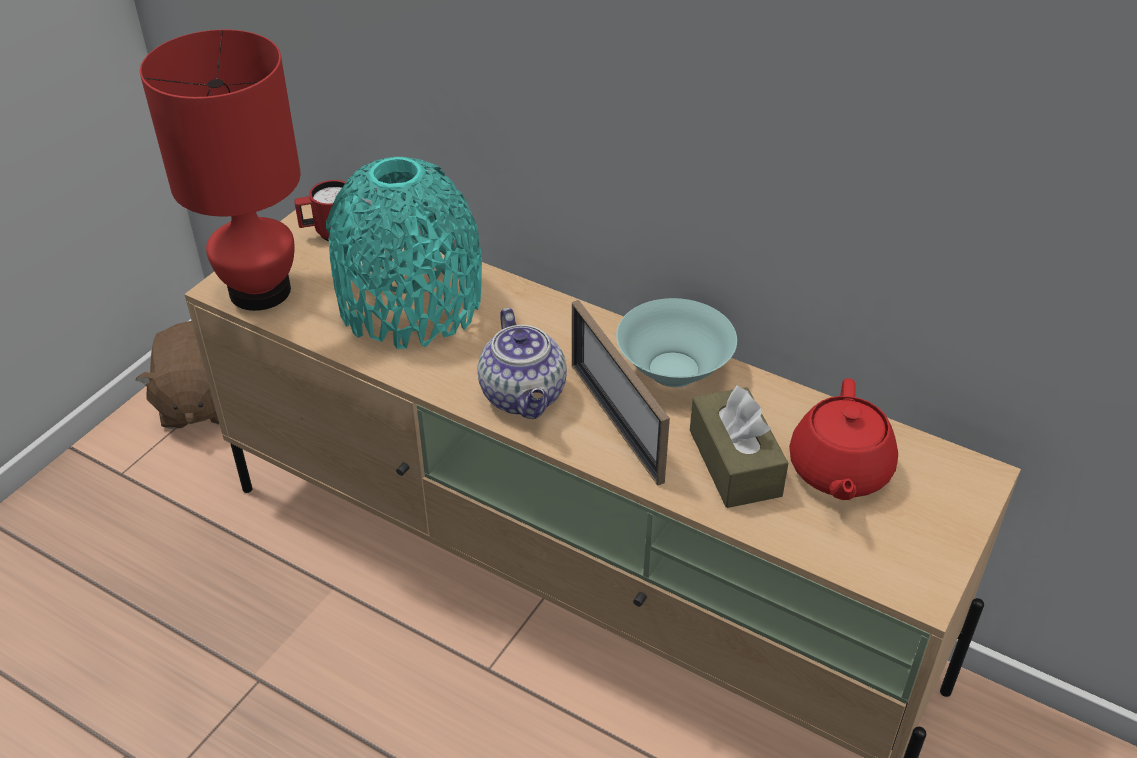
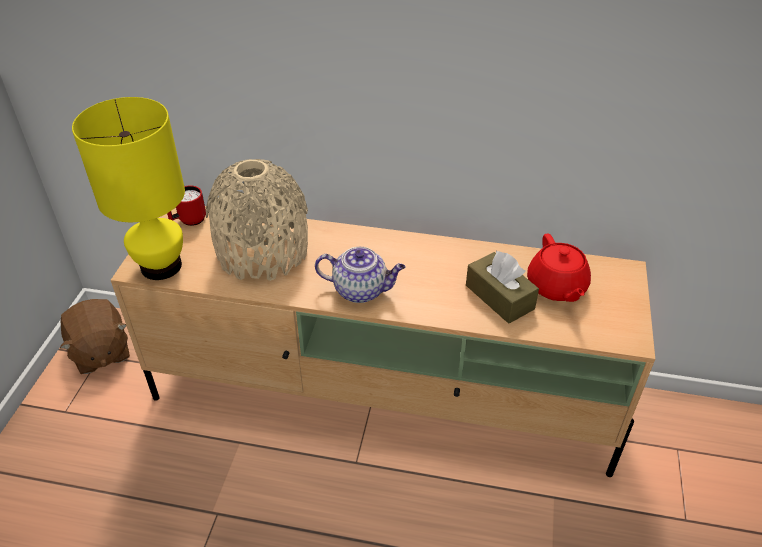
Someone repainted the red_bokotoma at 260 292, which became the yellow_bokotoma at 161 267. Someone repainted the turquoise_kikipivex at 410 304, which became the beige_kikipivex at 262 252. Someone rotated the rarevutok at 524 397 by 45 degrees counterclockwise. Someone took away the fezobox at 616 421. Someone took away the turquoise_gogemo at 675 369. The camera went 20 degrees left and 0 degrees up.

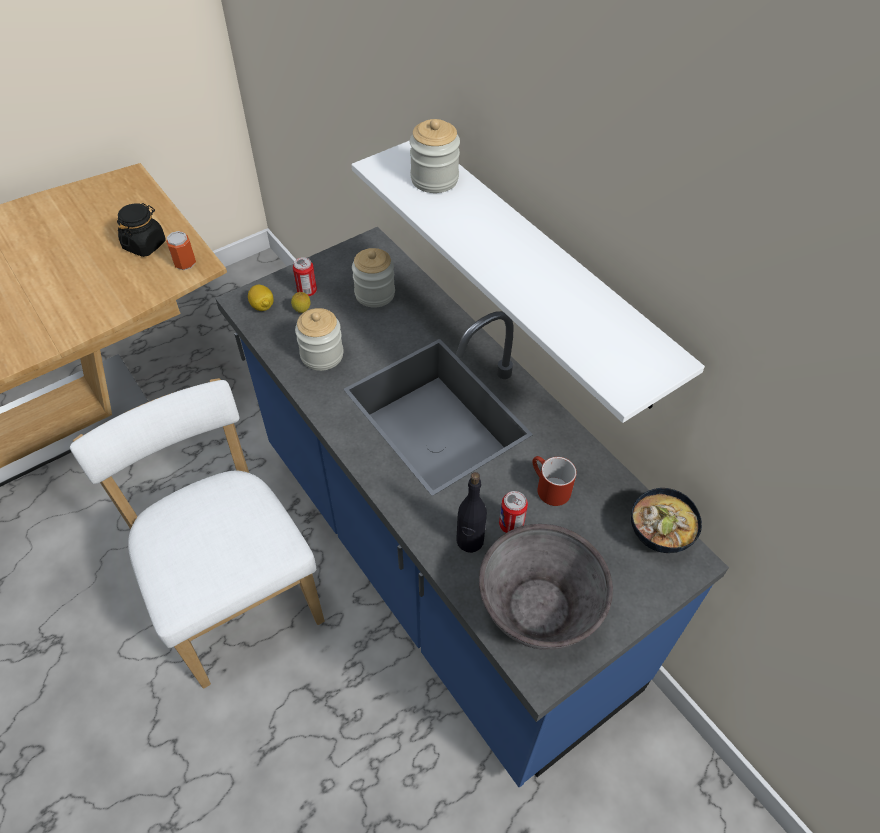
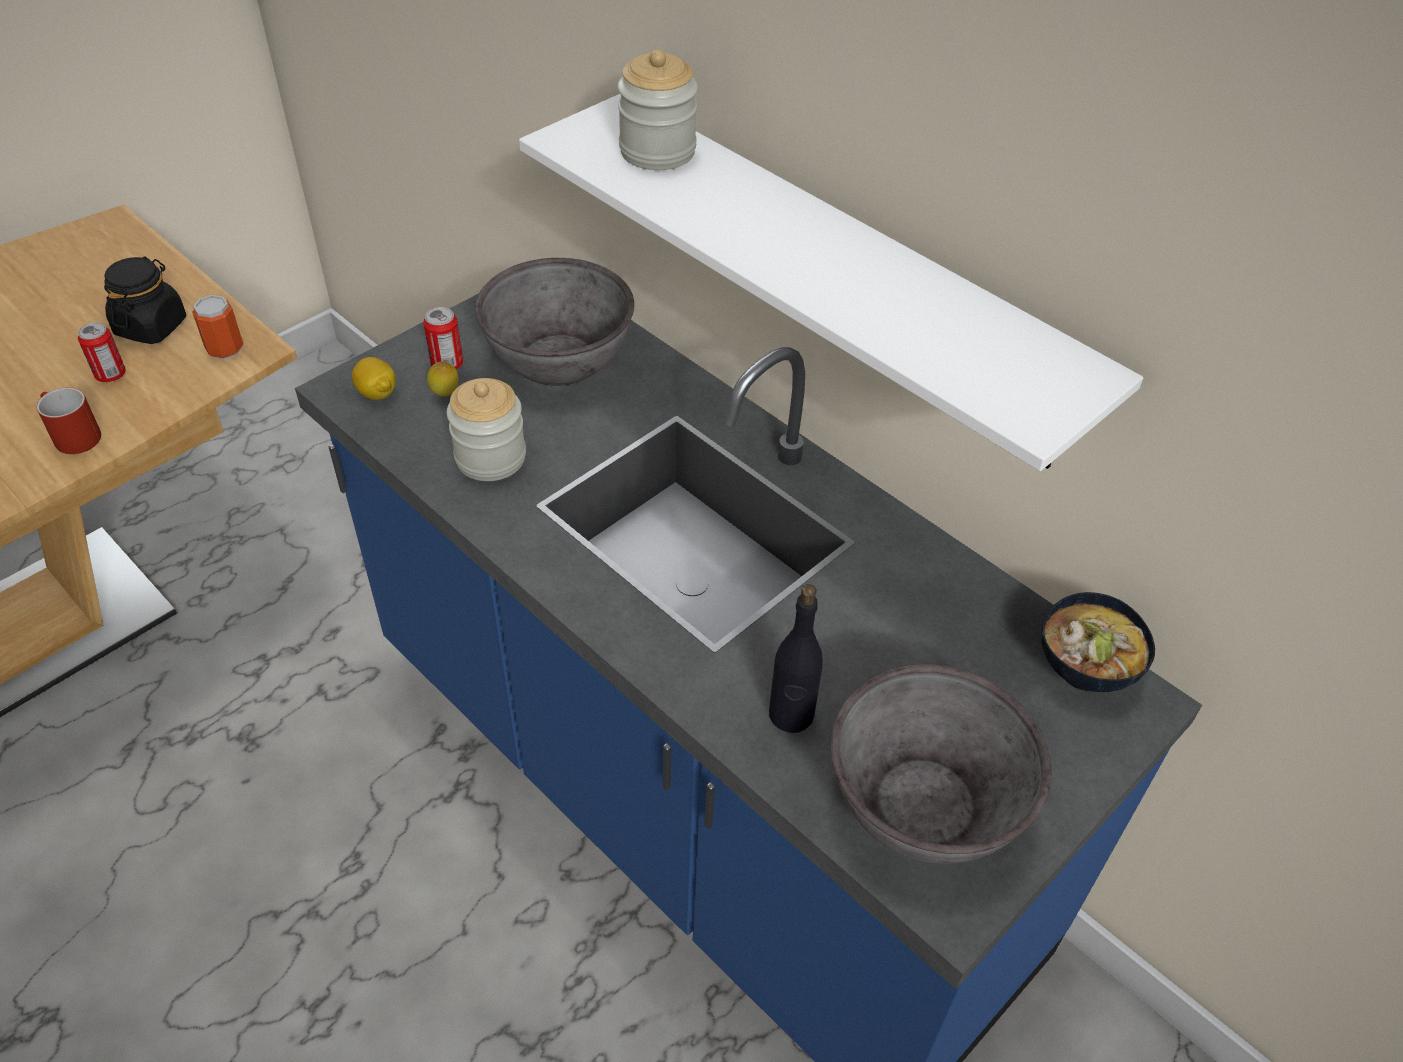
Someone carried the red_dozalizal from 548 488 to 71 436. Someone carried the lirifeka from 511 525 to 111 375. Someone swapped the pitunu at 375 294 for the grey_gogemo at 559 359. Someone took away the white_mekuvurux at 236 593. The camera went 10 degrees left and 5 degrees down.

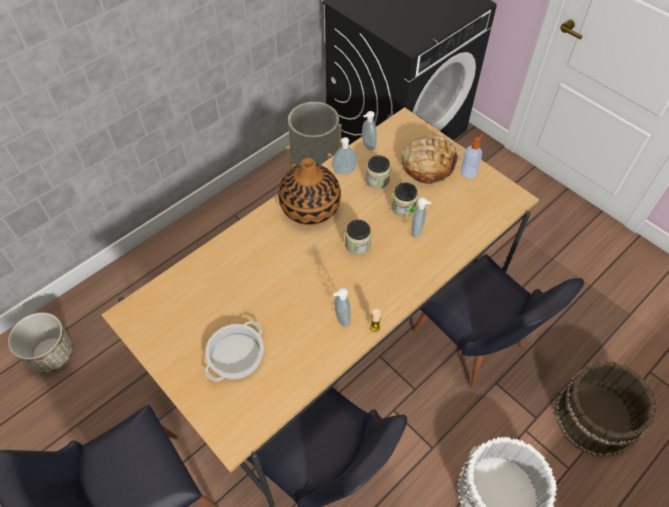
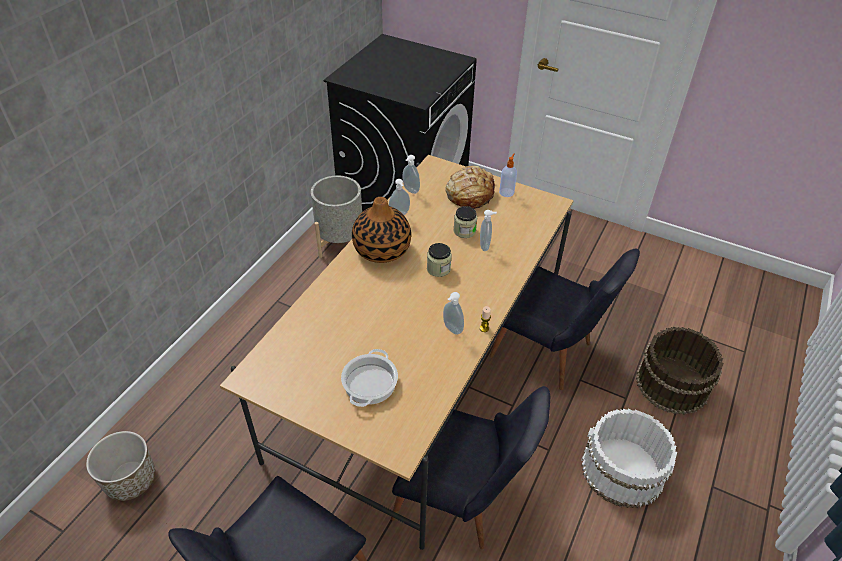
Someone took away the pitunu at 377 180. The camera went 20 degrees left and 10 degrees down.

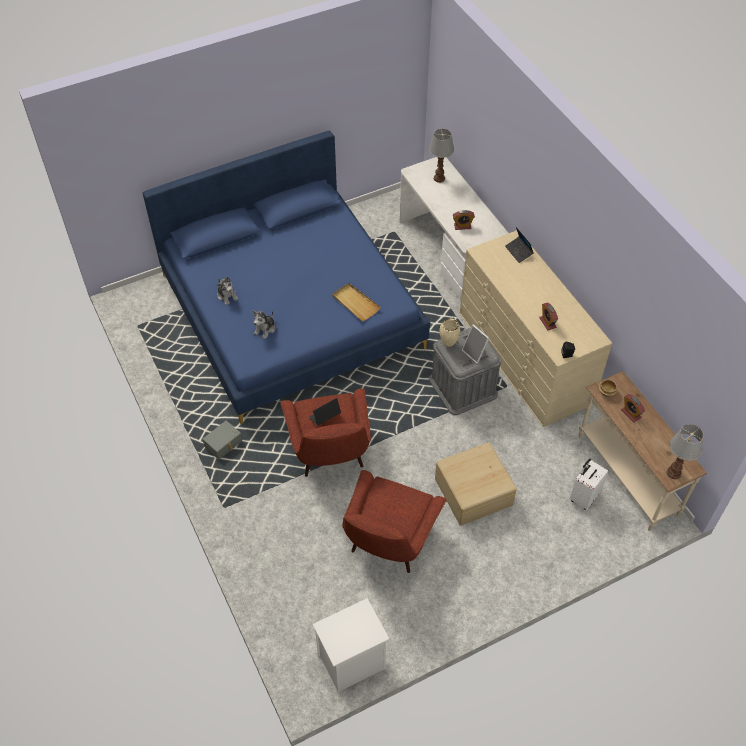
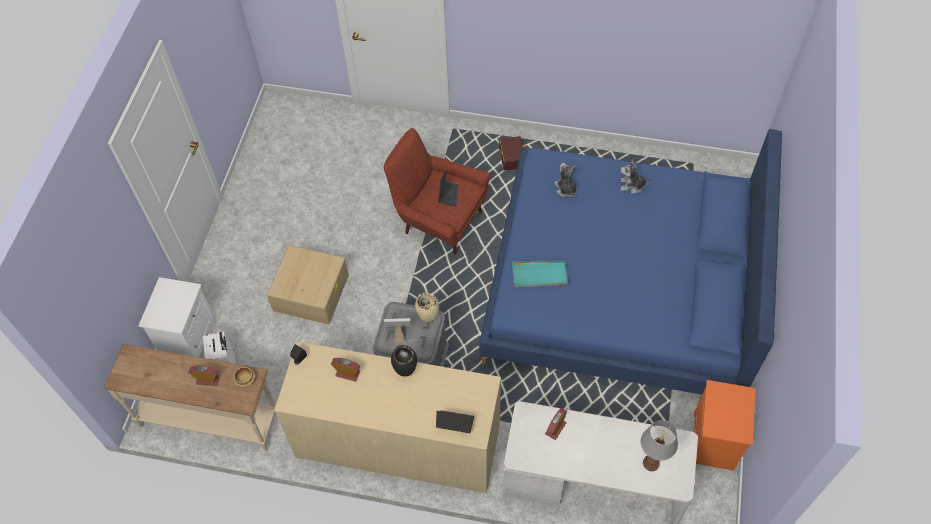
Someone carried the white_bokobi from 351 662 to 189 338. Someone put down the black_kikipivex at 406 372. Someone repainted the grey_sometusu at 224 444, which became the brown_sometusu at 511 157. Someone repainted the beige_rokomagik at 355 303, which became the turquoise_rokomagik at 540 275. Someone put down the orange_bokobi at 714 443. Someone took away the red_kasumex at 388 542. Someone took away the bokotoma at 673 473. The camera went 130 degrees right and 5 degrees up.

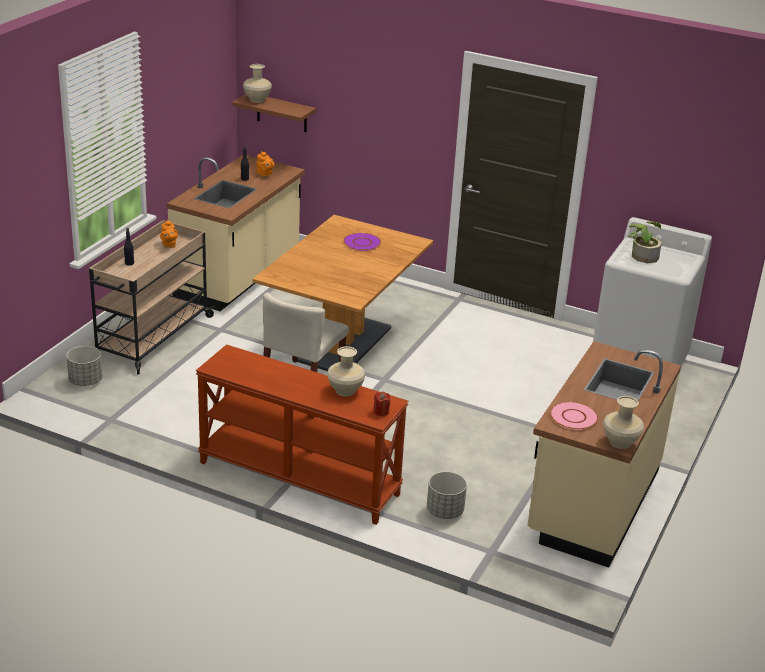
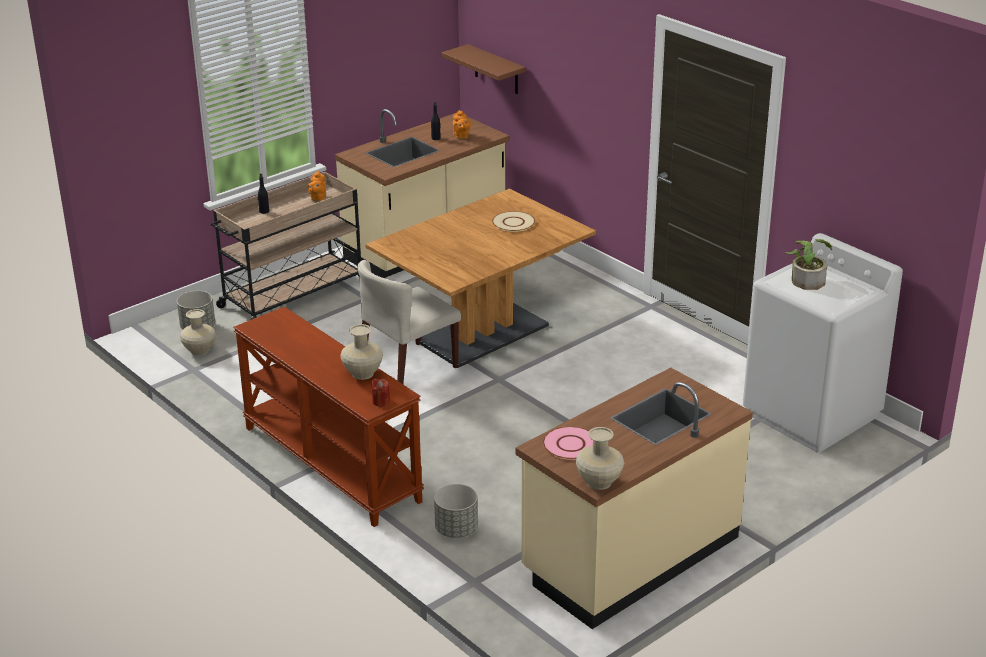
Someone carried the beige_kikipivex from 257 100 to 199 351. Someone repainted the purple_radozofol at 362 243, which became the beige_radozofol at 513 222. The camera went 25 degrees right and 0 degrees up.

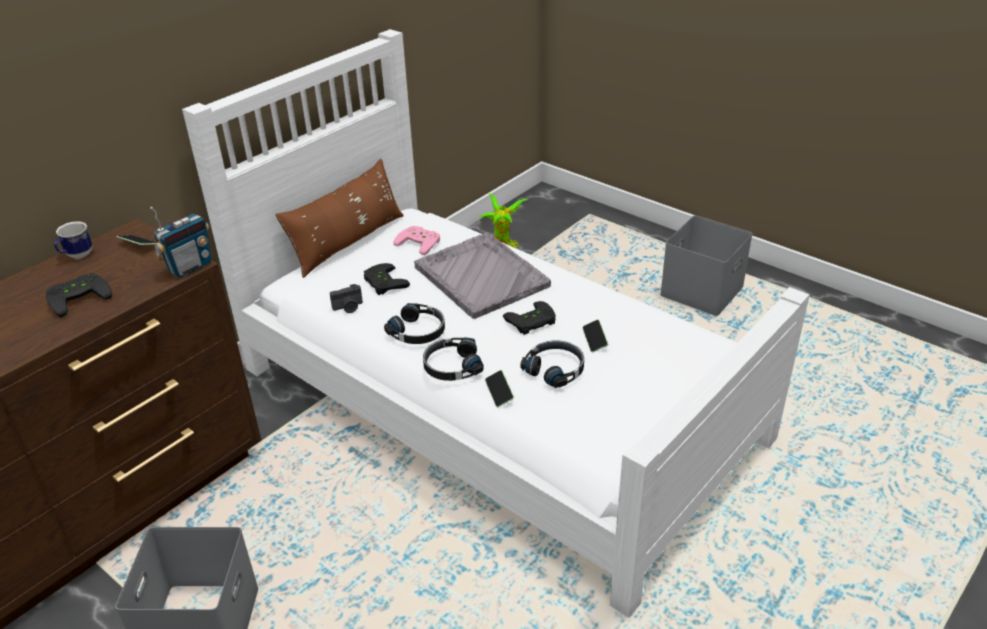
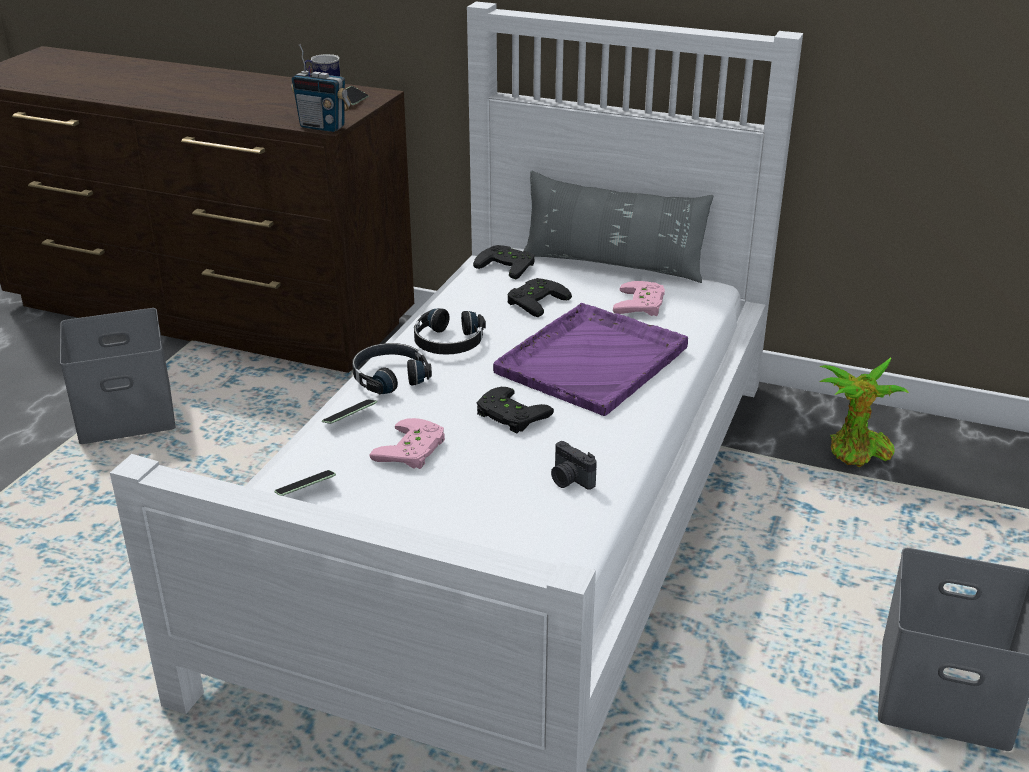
Someone carried the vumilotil from 594 340 to 306 490. Someone swapped the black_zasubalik at 555 369 for the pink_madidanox at 414 450. Someone carried the black_madidanox from 78 296 to 508 265. Someone repainted the grey_rokomagik at 480 276, which became the purple_rokomagik at 593 360. Someone repainted the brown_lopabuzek at 348 243, which became the grey_lopabuzek at 612 265. Someone carried the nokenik from 348 307 to 569 480. The camera went 70 degrees right and 5 degrees down.

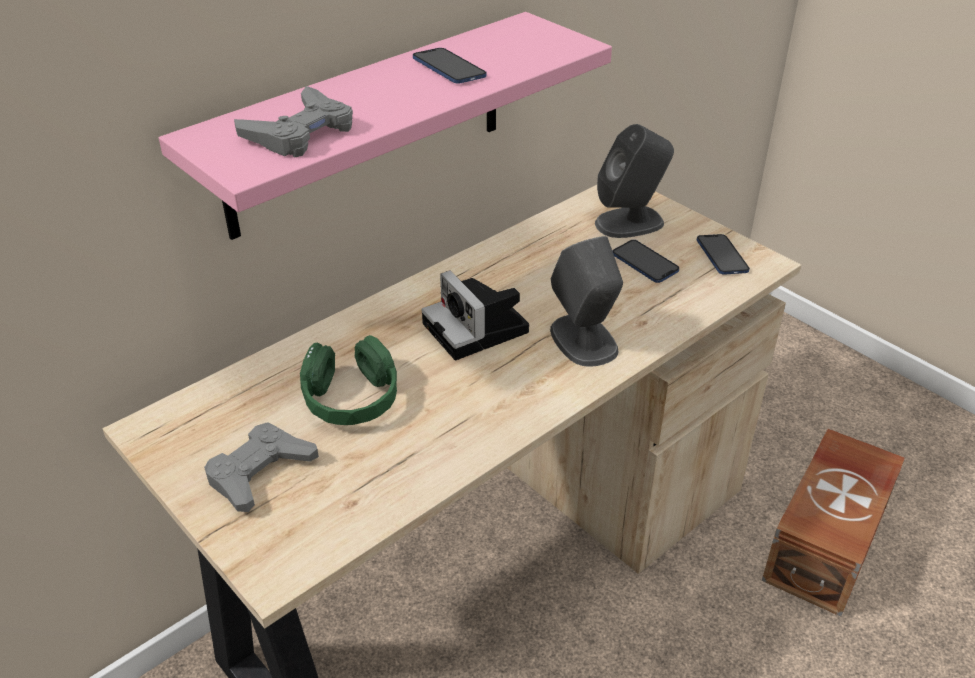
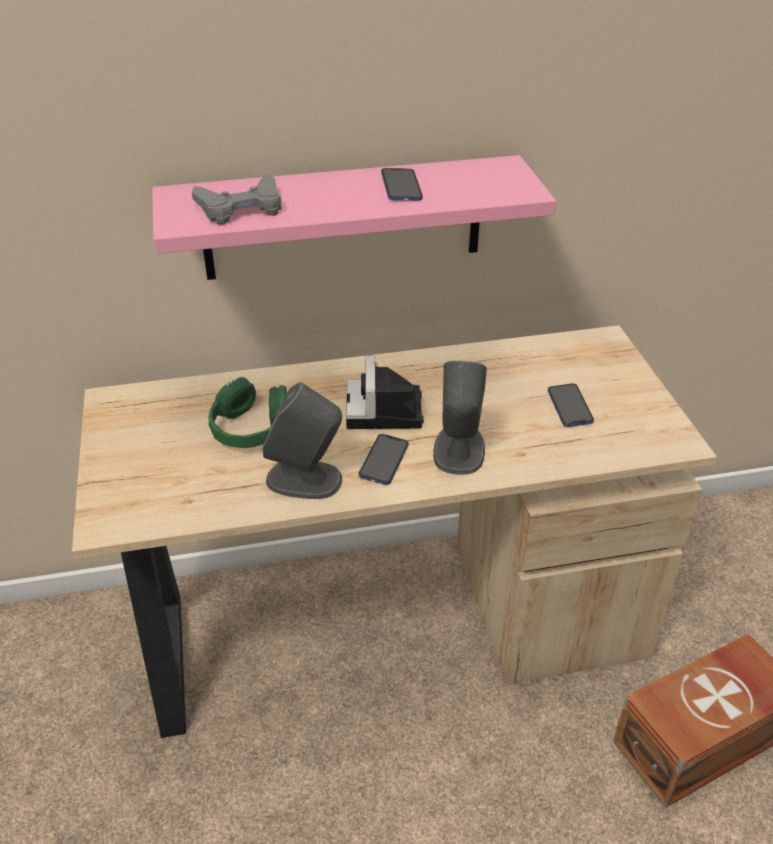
Someone carried the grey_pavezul from 630 222 to 305 479. Someone carried the vumilotil from 722 256 to 384 460. Someone took away the grey_madidanox at 260 472. The camera went 30 degrees right and 0 degrees up.

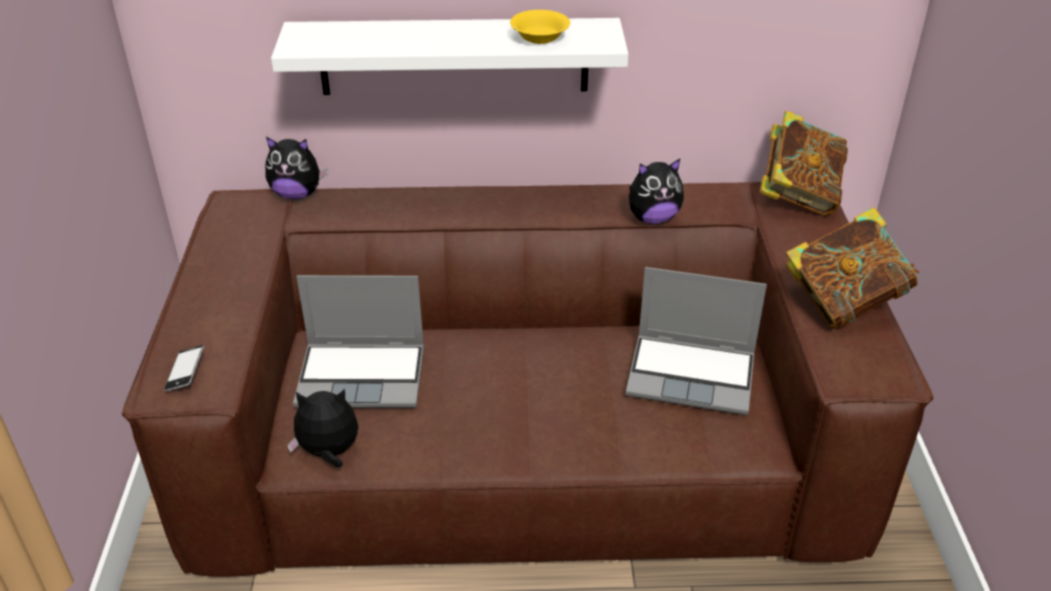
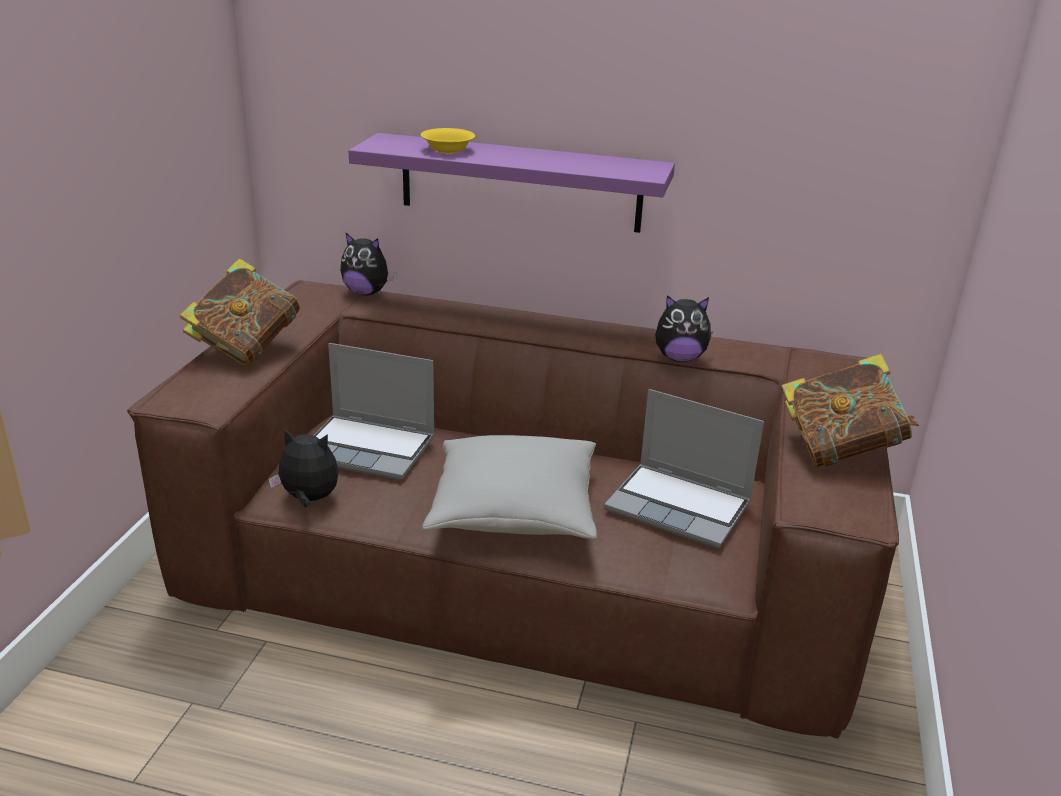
Someone carried the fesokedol from 798 196 to 246 348. Someone repainted the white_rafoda at 454 56, which became the purple_rafoda at 520 183. Someone carried the yellow_gogemo from 540 37 to 448 150. Someone put down the grey_lopabuzek at 514 509. Someone took away the vumilotil at 185 372. The camera went 15 degrees right and 10 degrees down.

